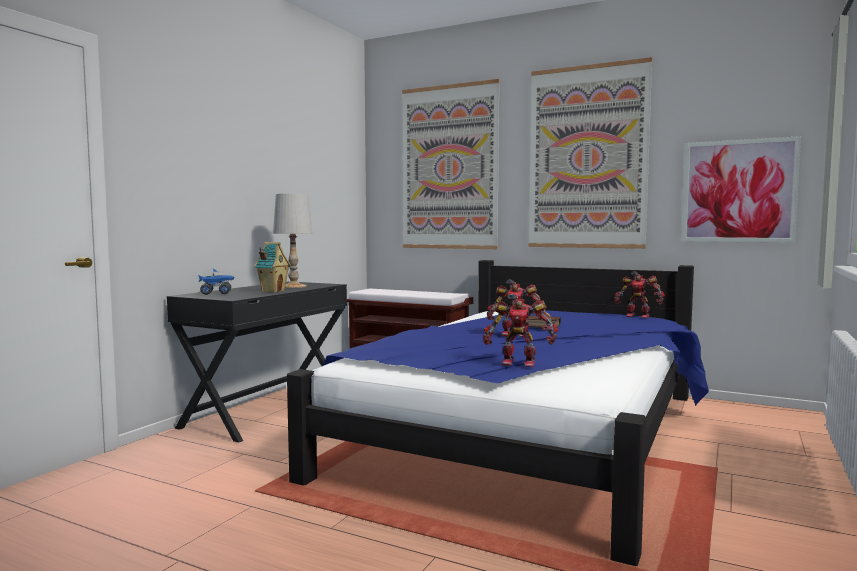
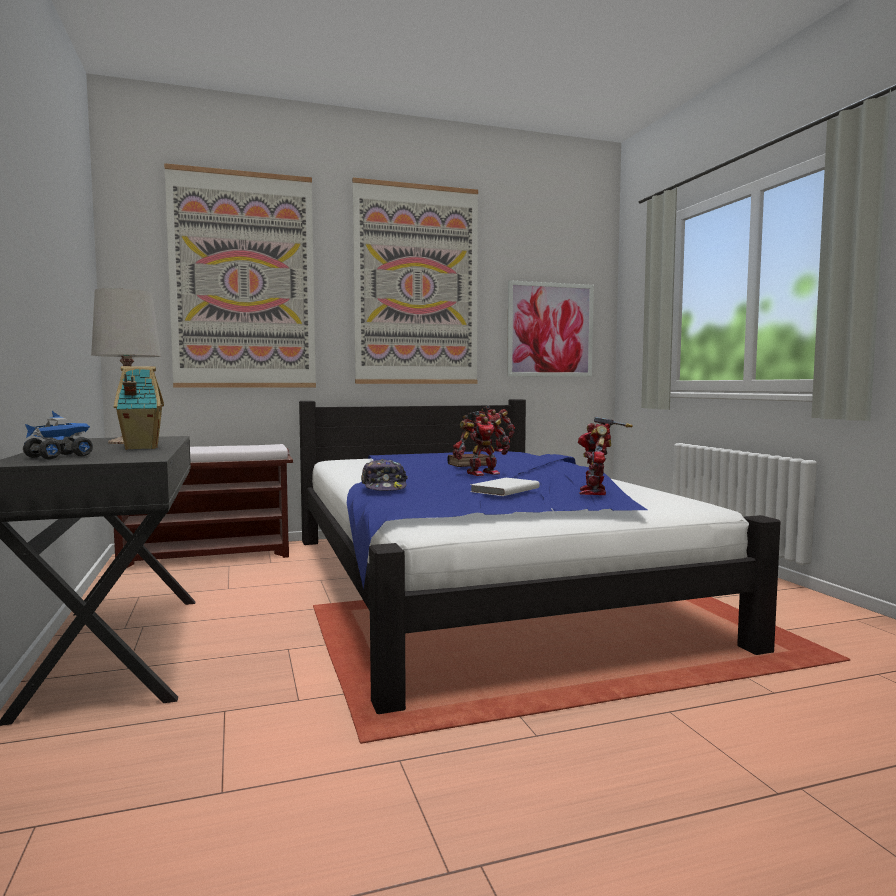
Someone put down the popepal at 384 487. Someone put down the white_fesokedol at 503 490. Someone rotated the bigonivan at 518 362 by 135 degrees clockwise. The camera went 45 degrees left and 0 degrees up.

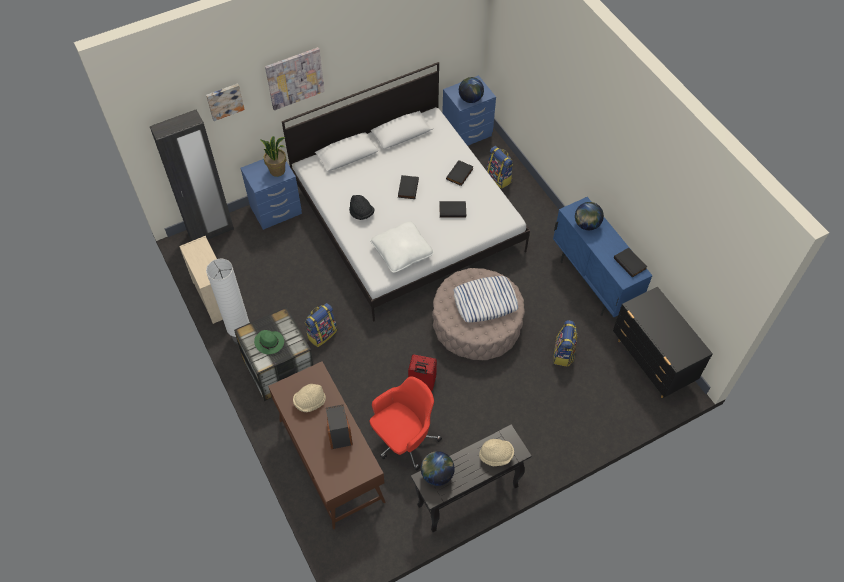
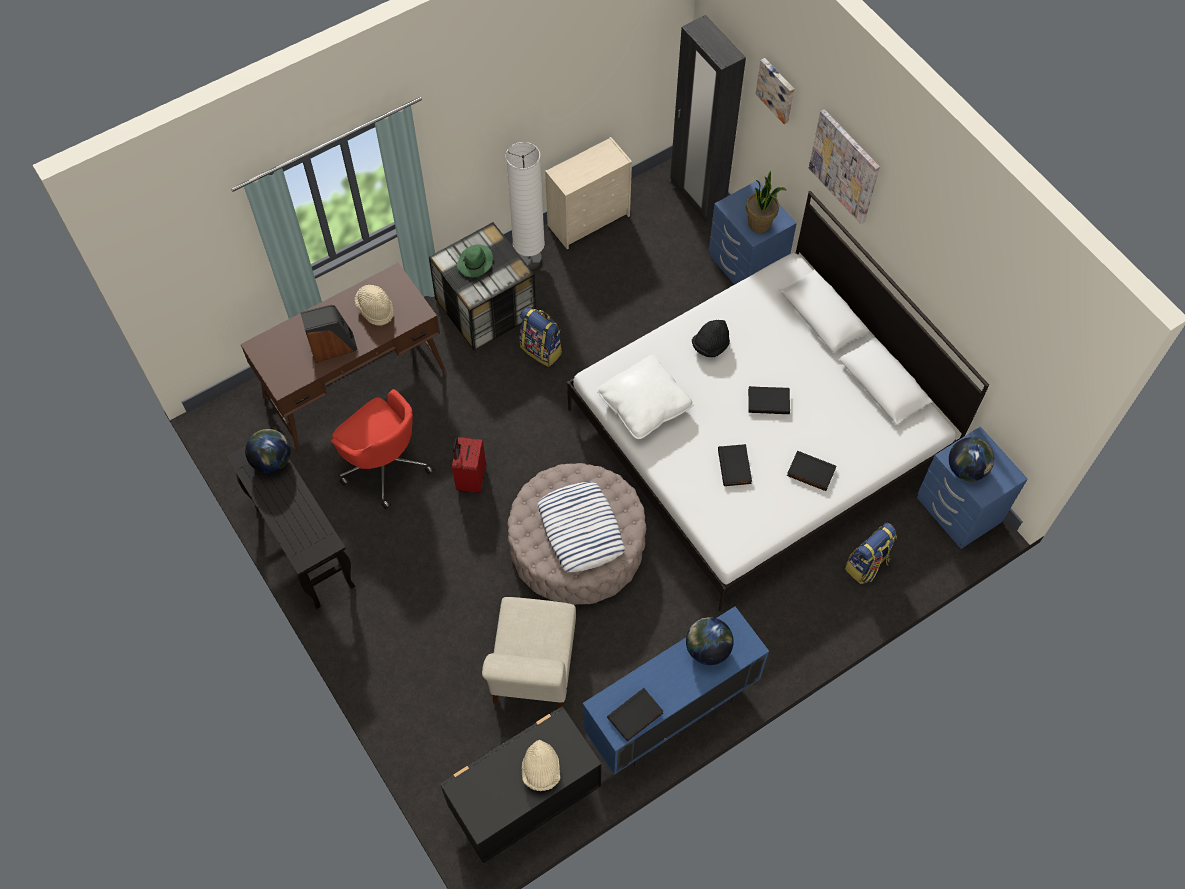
Someone swapped the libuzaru at 563 354 for the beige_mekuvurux at 532 669. Someone carried the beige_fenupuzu from 496 455 to 541 770. The camera went 85 degrees right and 5 degrees up.

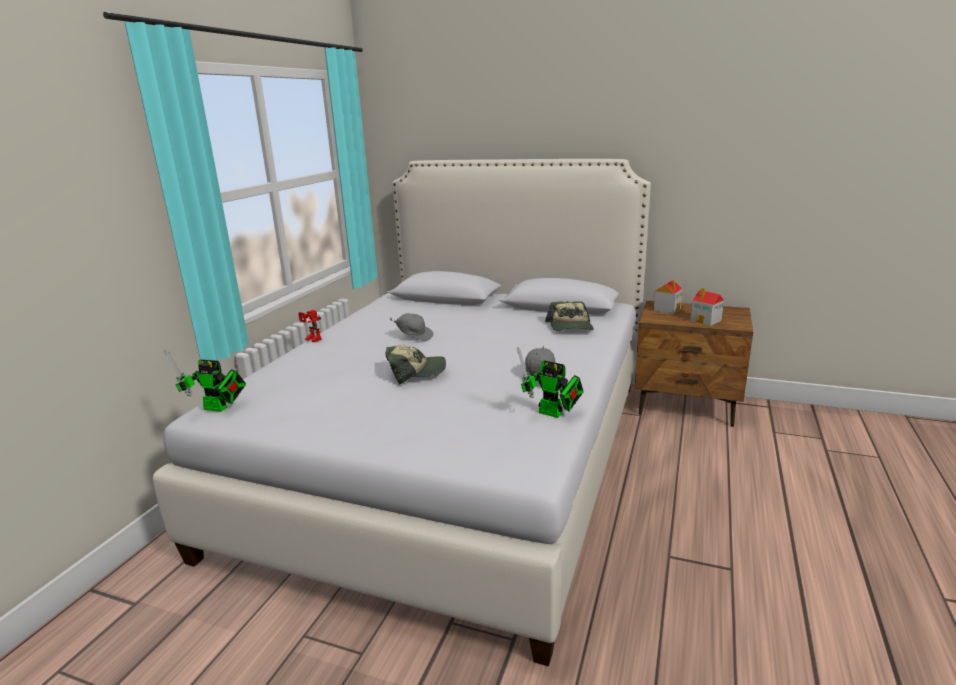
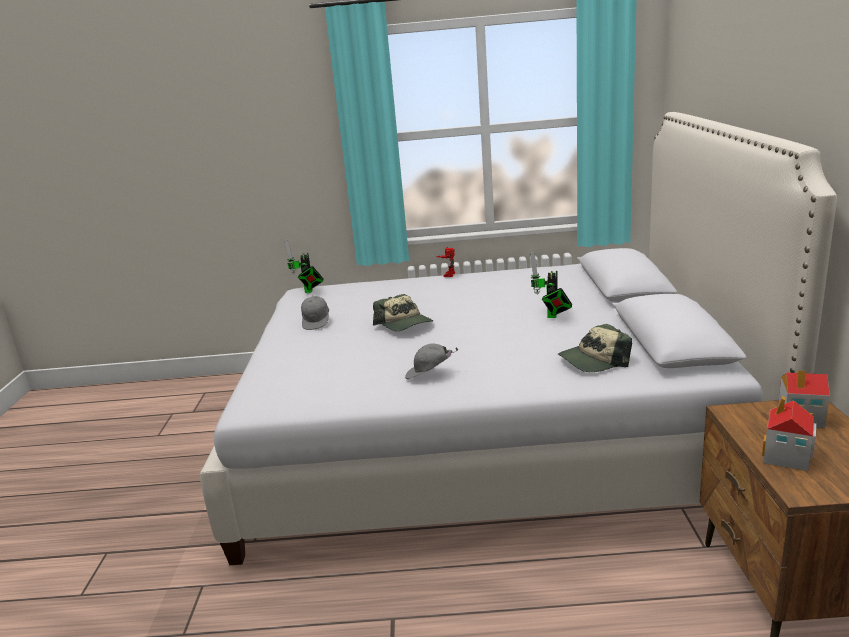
Someone carried the grey_popepal from 414 336 to 316 322. Someone carried the bigonivan from 553 414 to 552 316. The camera went 70 degrees right and 0 degrees up.

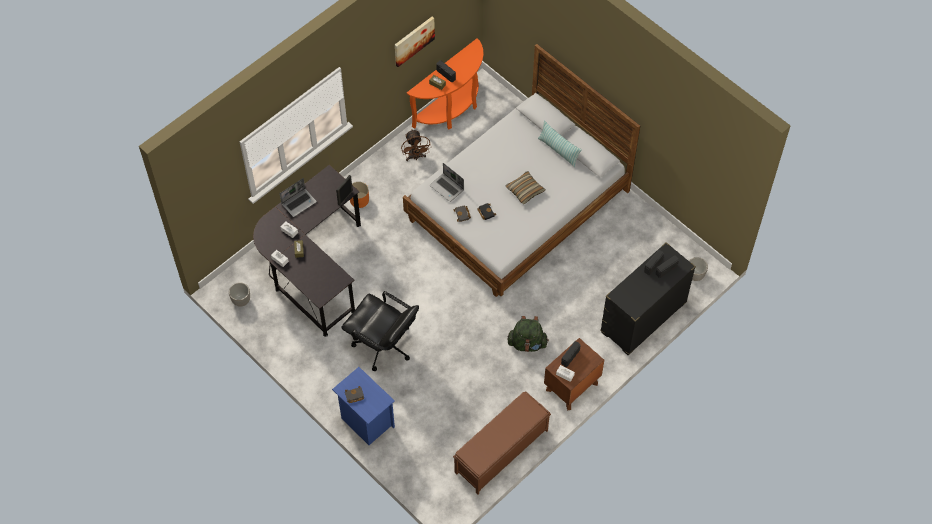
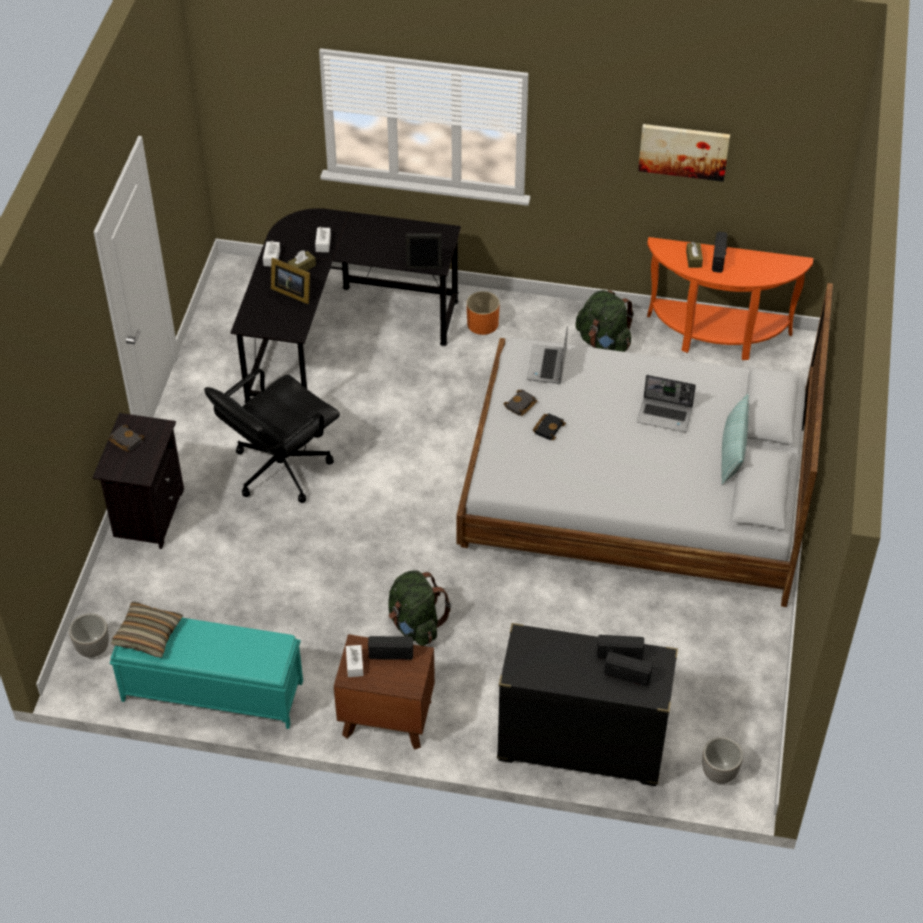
Someone carried the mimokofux from 241 300 to 93 648. Someone repainted the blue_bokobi at 366 421, which became the black_bokobi at 147 514. Someone repainted the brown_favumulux at 501 452, which became the turquoise_favumulux at 211 690. Someone carried the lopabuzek from 525 190 to 148 635. Someone rotated the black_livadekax at 383 346 by 45 degrees clockwise. Someone put down the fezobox at 291 292. Someone swapped the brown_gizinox at 415 157 for the green_libuzaru at 603 342. Someone carried the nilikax from 299 202 to 665 415. The camera went 55 degrees right and 10 degrees down.

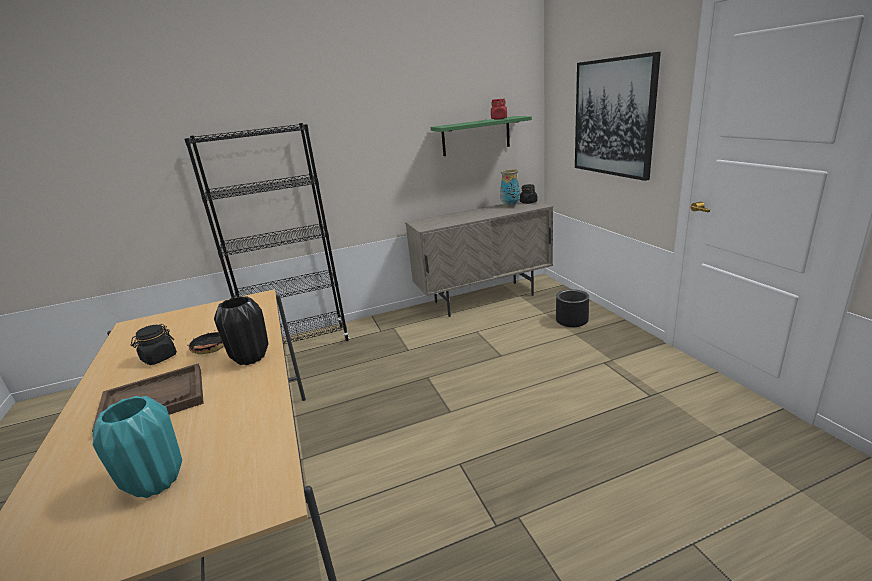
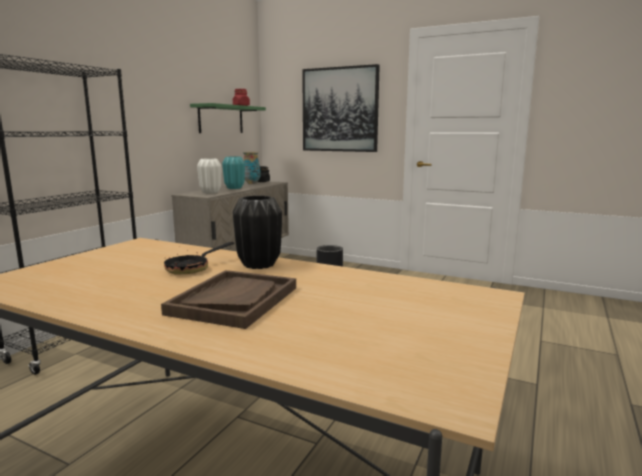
Someone put down the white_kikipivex at 211 192. Someone carried the turquoise_kikipivex from 156 482 to 234 188. Someone took away the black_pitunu at 159 358. The camera went 45 degrees left and 10 degrees down.

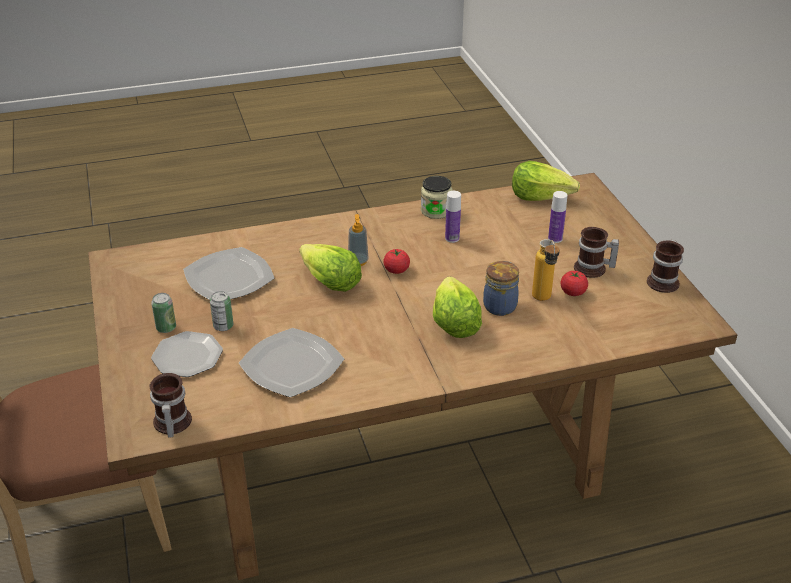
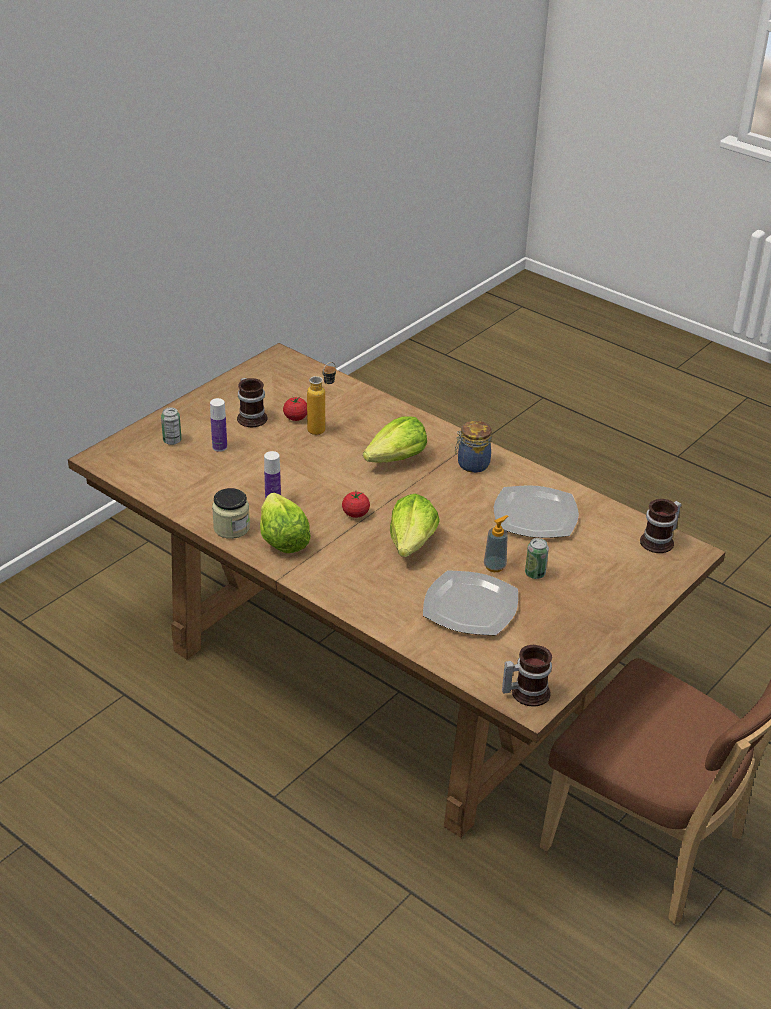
Someone carried the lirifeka from 166 328 to 172 440. Someone carried the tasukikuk from 540 196 to 282 539. Someone carried the pitunu from 500 305 to 471 465. Someone carried the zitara from 358 261 to 494 566. Someone carried the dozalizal from 665 281 to 526 692. Someone took away the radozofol at 188 356. The camera went 125 degrees left and 0 degrees up.

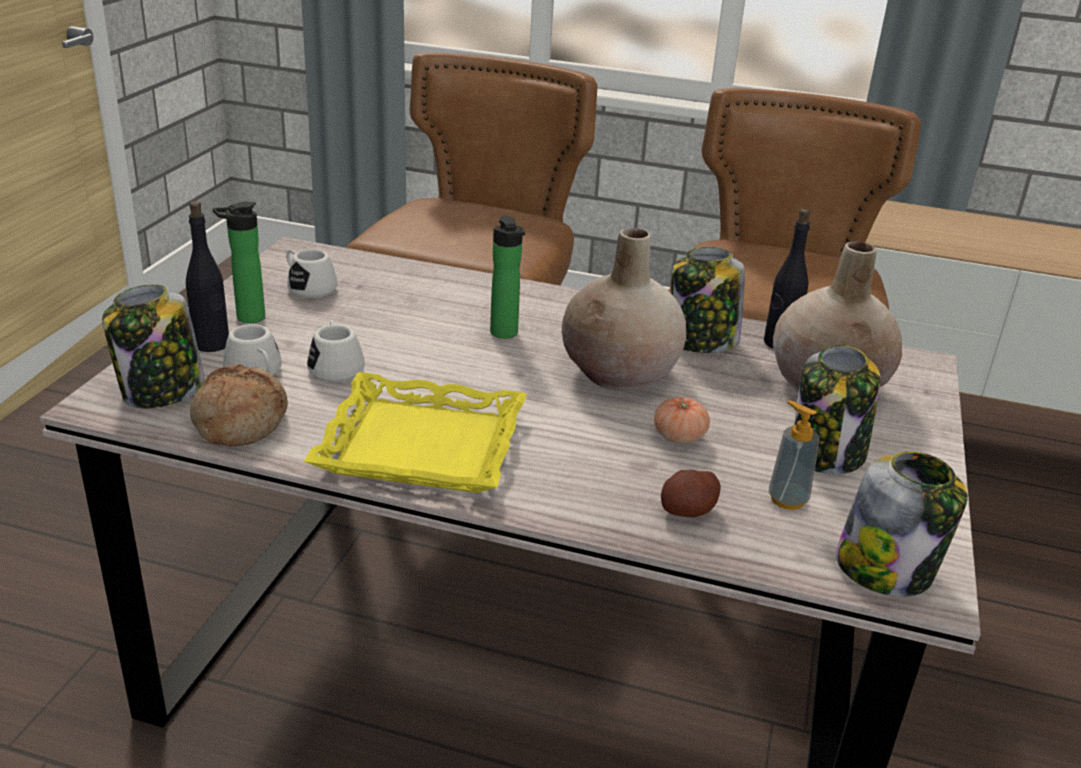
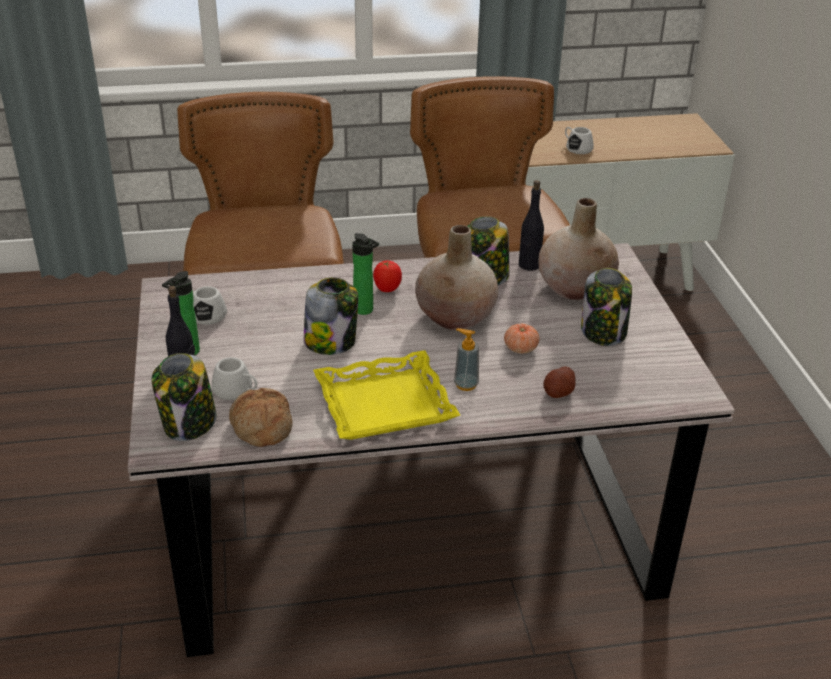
Someone carried the pitunu from 886 569 to 331 342. Someone put down the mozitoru at 387 290. Someone carried the zitara from 787 499 to 466 384. Someone carried the white_dozalizal from 335 366 to 576 148. The camera went 25 degrees left and 5 degrees up.

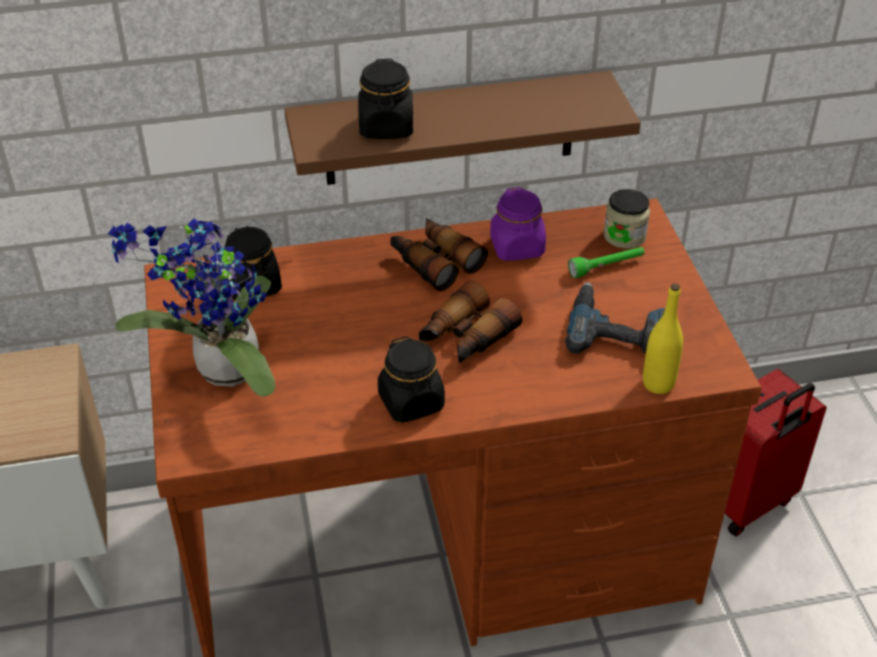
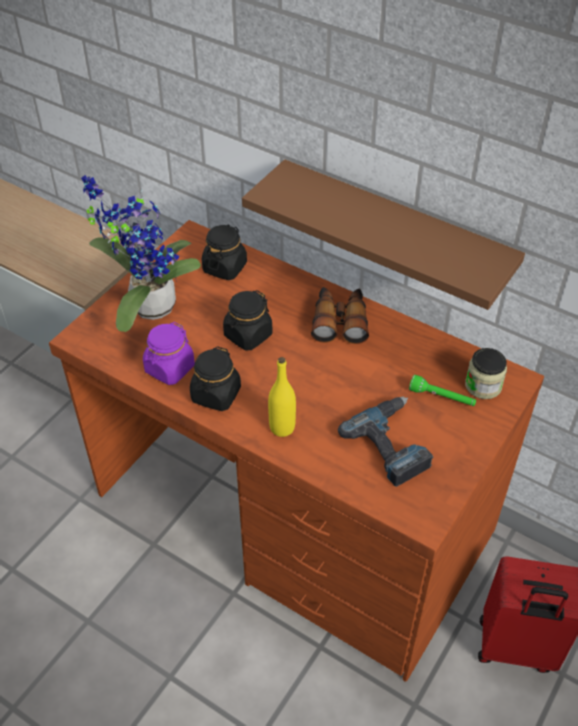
Someone carried the purple_pitunu from 517 247 to 169 369. Someone carried the black_pitunu from 386 127 to 248 335. Someone carried the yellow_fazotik from 658 383 to 282 427. Someone took away the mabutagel at 466 337. The camera went 45 degrees right and 5 degrees up.

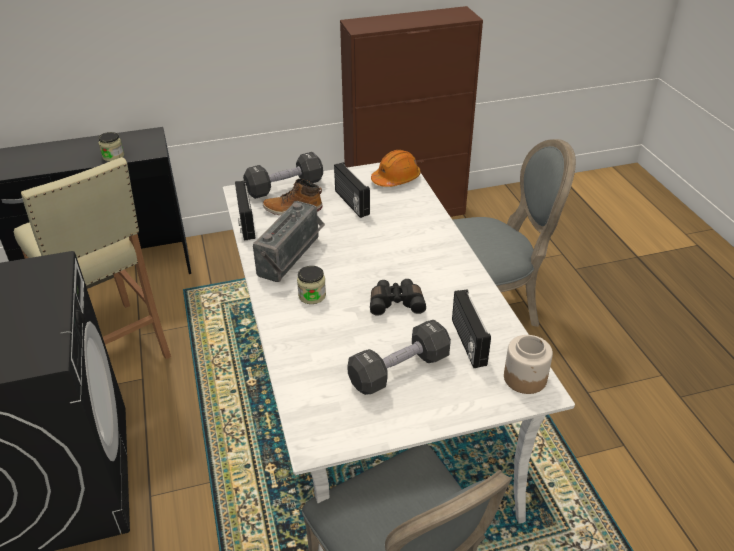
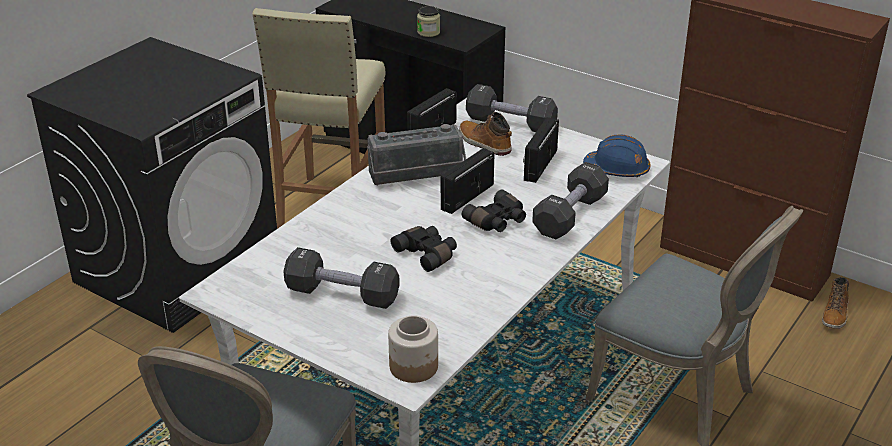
Someone carried the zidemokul from 467 342 to 466 196. Someone put down the black_mabutagel at 497 221. Someone put down the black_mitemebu at 570 215. Someone repainted the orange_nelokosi at 396 179, which became the blue_nelokosi at 617 170. Someone put down the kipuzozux at 835 314. Someone took away the pitunu at 312 295. The camera went 50 degrees right and 5 degrees down.

